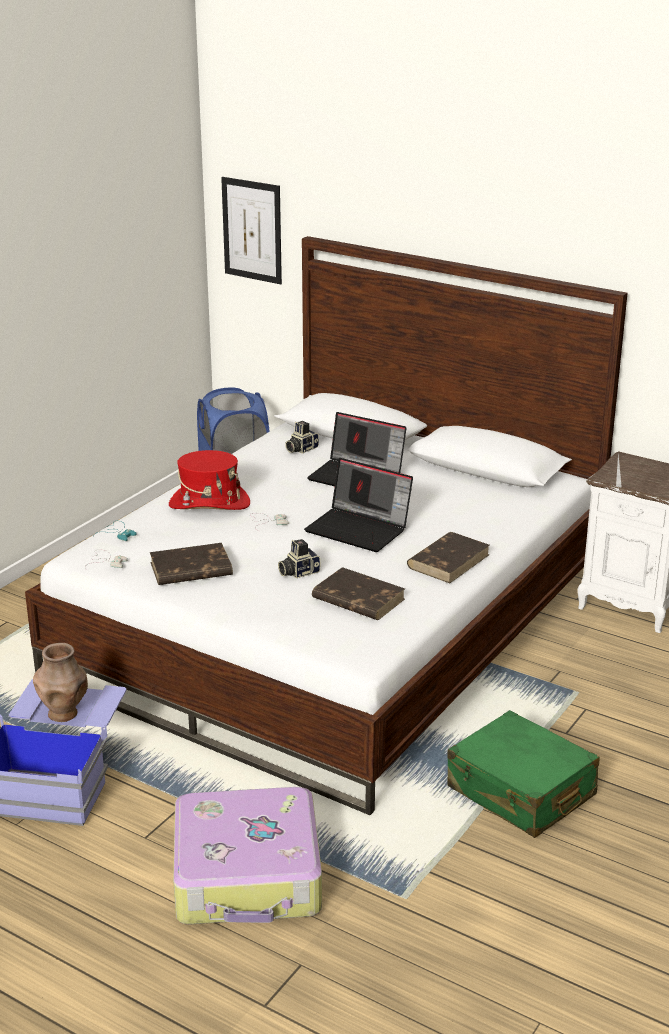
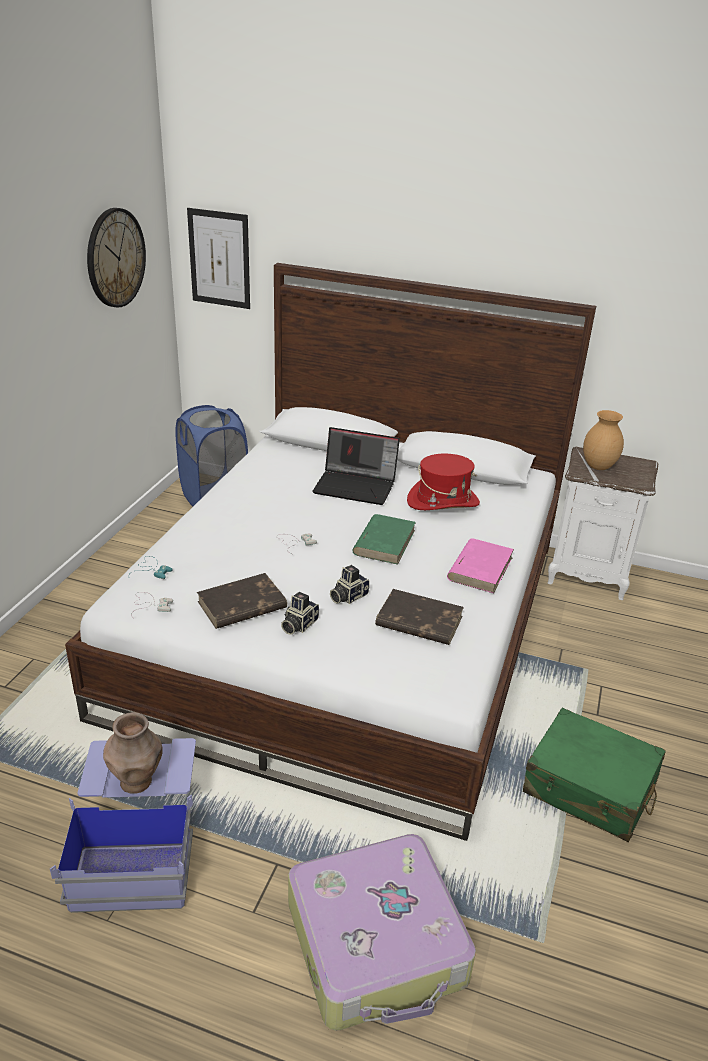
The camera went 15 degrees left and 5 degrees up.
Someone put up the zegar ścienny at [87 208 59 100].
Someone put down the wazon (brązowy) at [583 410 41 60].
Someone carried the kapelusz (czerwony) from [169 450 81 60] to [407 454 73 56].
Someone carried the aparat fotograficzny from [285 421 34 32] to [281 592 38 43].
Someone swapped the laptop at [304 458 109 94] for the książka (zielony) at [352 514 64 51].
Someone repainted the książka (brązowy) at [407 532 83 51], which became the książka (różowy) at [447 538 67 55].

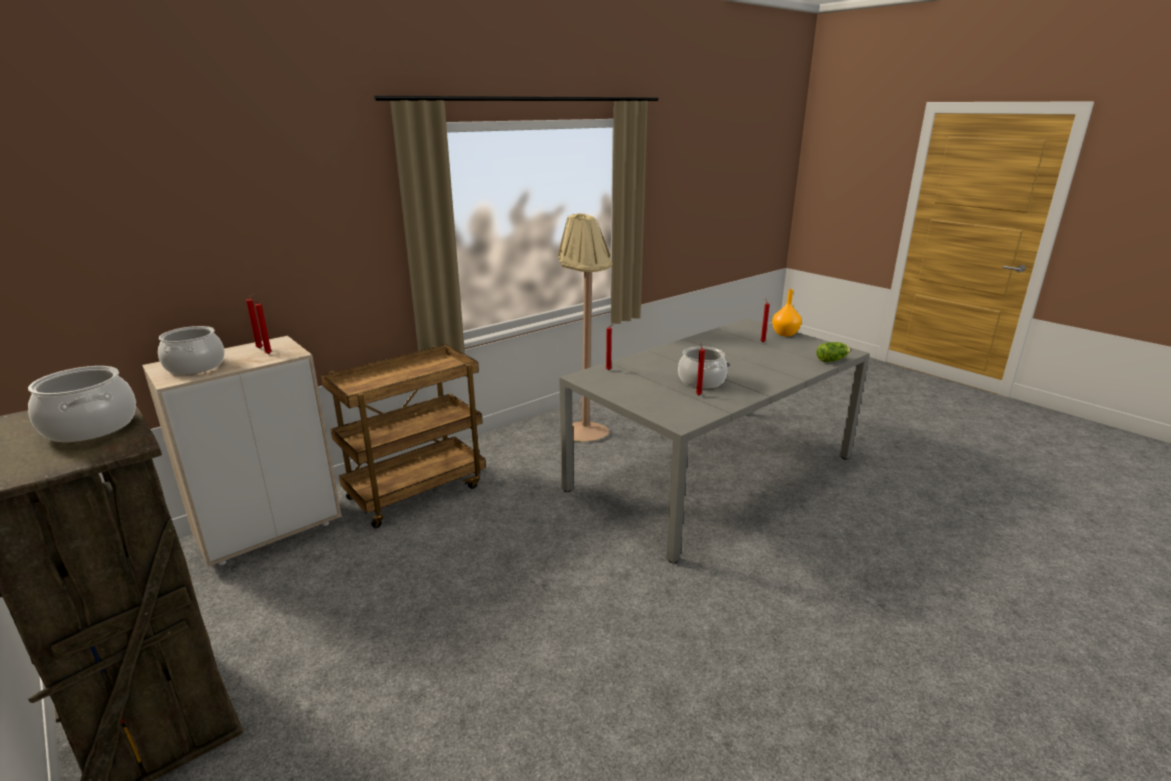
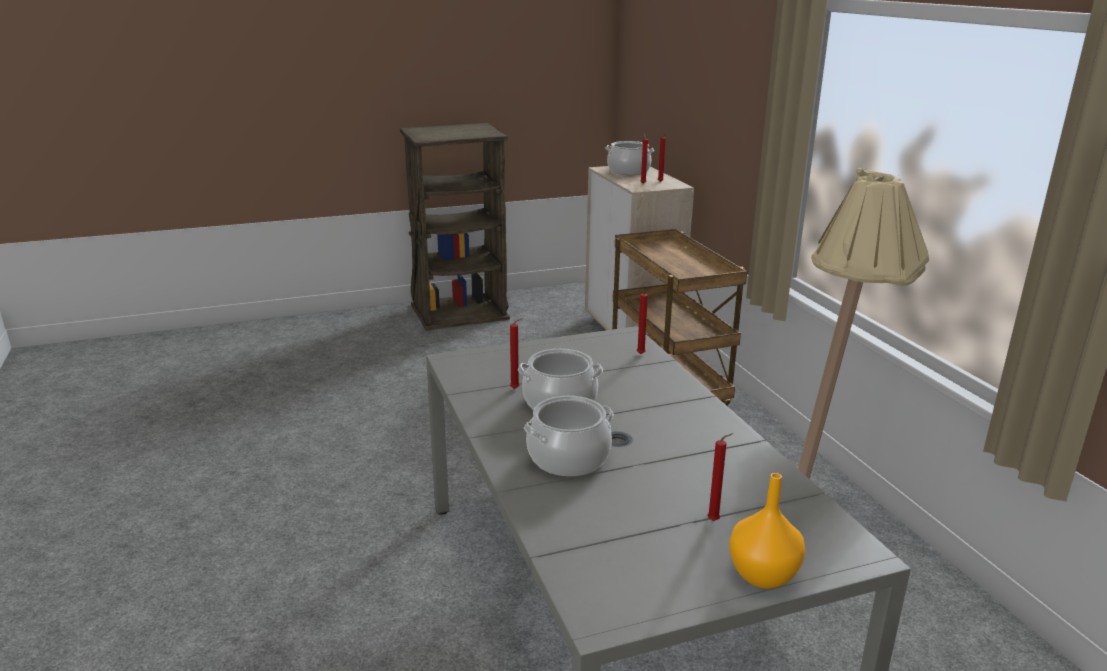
The camera went 110 degrees right and 0 degrees up.
Someone took away the sałata at [816 342 35 20].
Someone carried the garnek from [28 366 108 76] to [524 396 89 80].

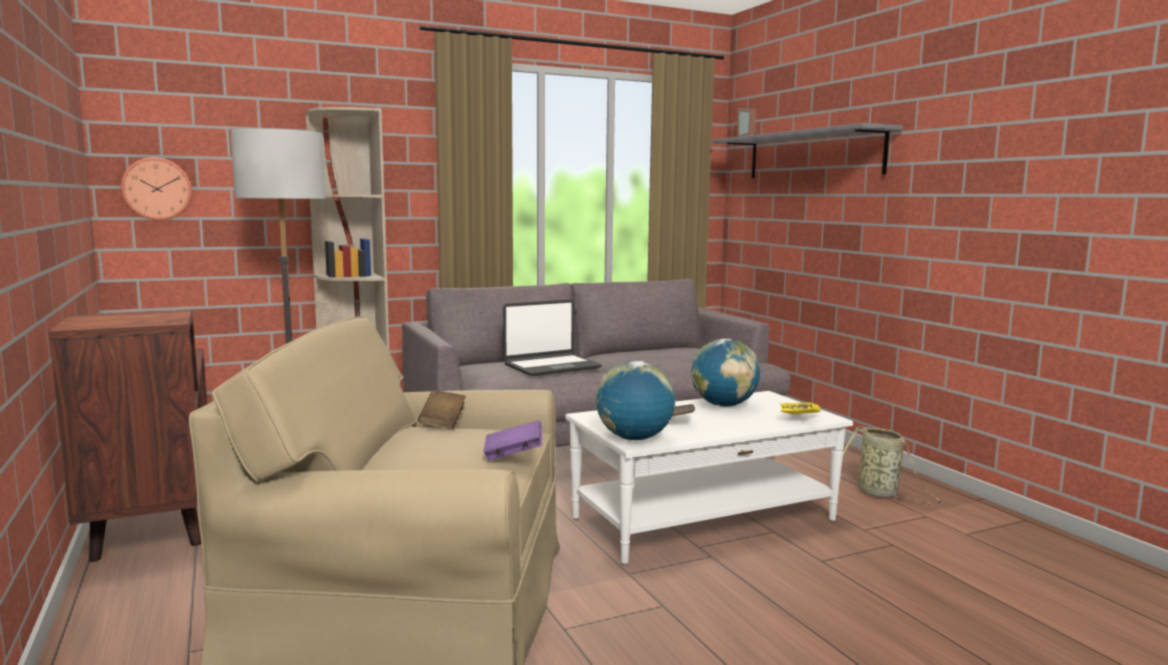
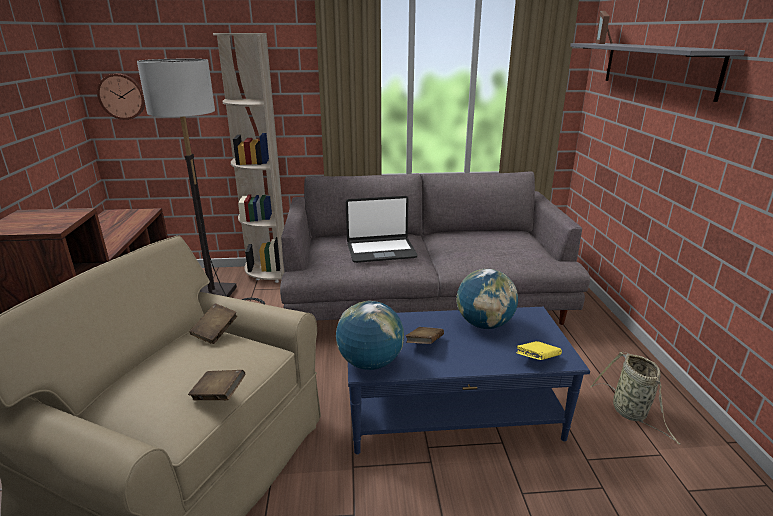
The camera went 20 degrees right and 15 degrees up.
Someone repainted the książka (fioletowy) at [483 420 60 41], which became the książka (brązowy) at [188 370 57 30].
Someone repainted the ława (biały) at [565 391 288 174], which became the ława (niebieski) at [348 307 242 148].

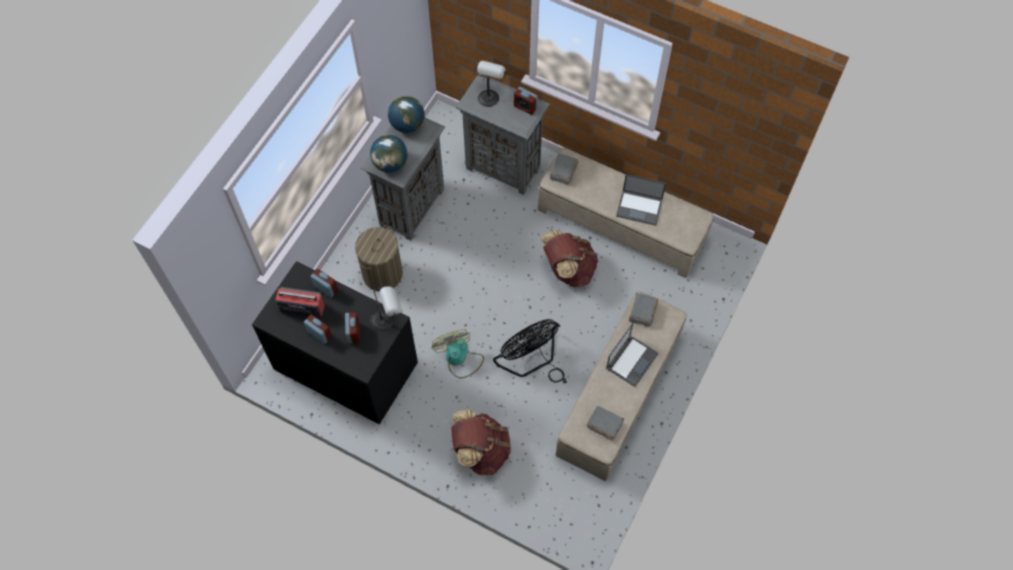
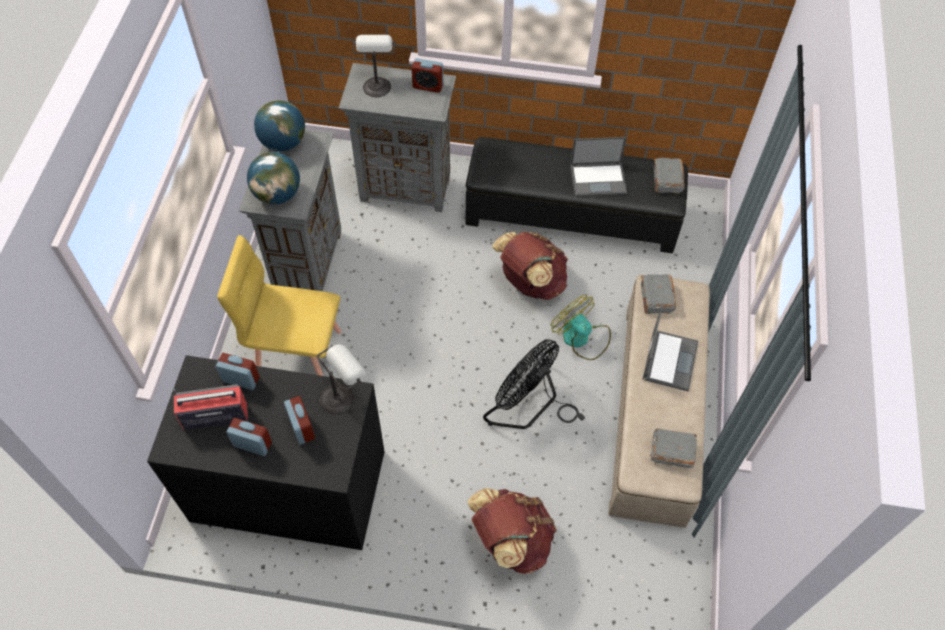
The camera went 20 degrees left and 5 degrees down.
Someone carried the wentylator from [432 329 52 50] to [550 294 61 66].
Someone carried the książka (szary) from [550 153 28 32] to [654 158 31 36].
Someone swapped the kosz na pranie at [355 225 48 66] for the krzesło (żółty) at [217 235 124 141].
Someone repainted the ławka (beżowy) at [538 148 176 130], which became the ławka (czarny) at [466 137 222 116].

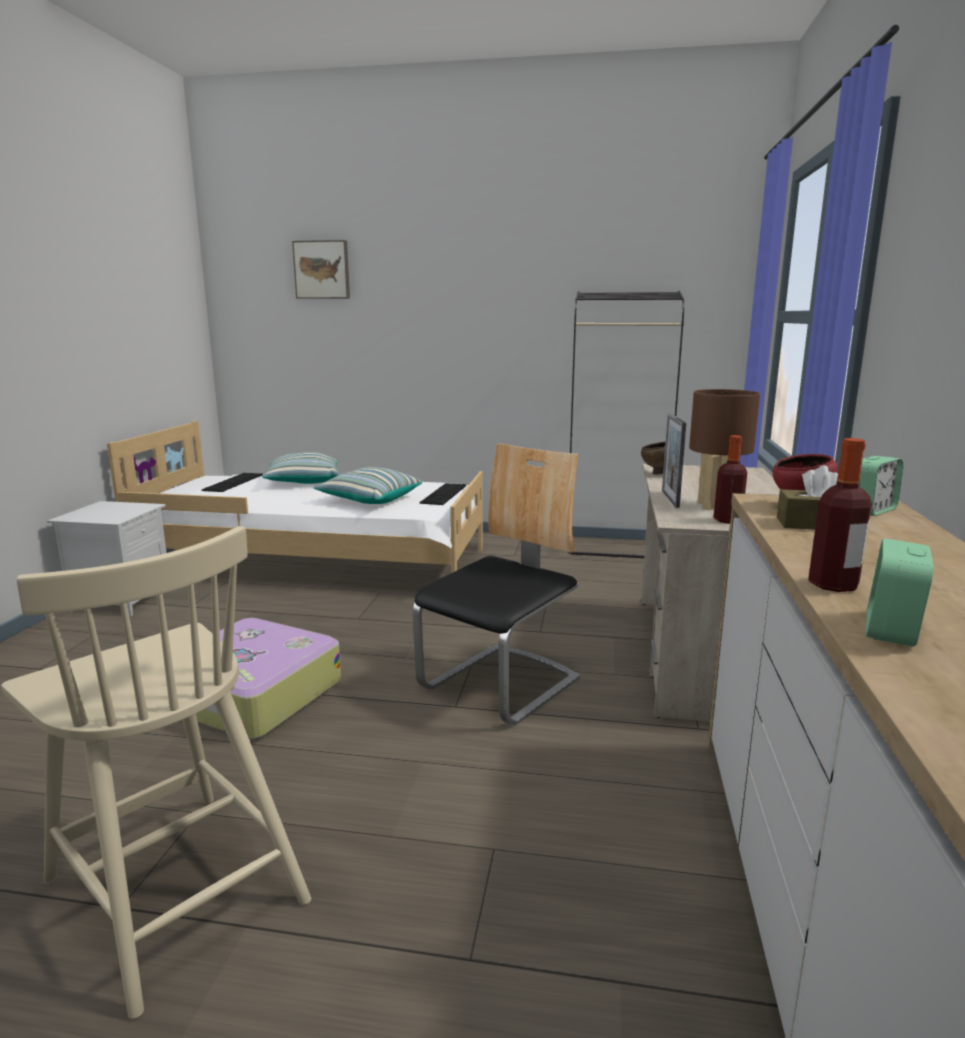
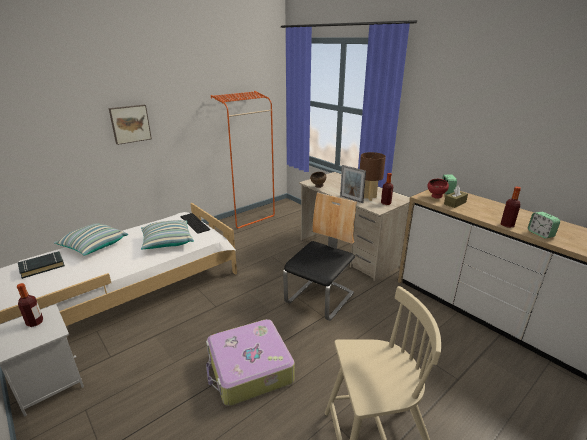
The camera went 50 degrees left and 10 degrees up.
Someone put down the butelka at [17 283 26 44].
Someone carried the obraz from [292 240 58 59] to [108 105 44 40].
Someone swapped the klawiatura at [201 473 62 19] for the książka (czarny) at [18 251 47 28].
Someone repainted the wieszak (czarny) at [568 291 116 267], which became the wieszak (pomarańczowy) at [211 91 64 137].
Someone rotated the krzesło at [413 443 167 282] by 45 degrees clockwise.

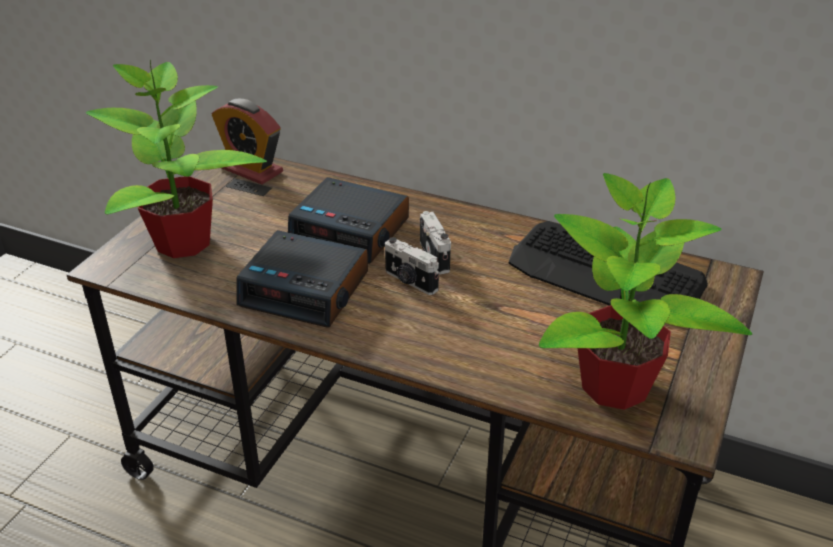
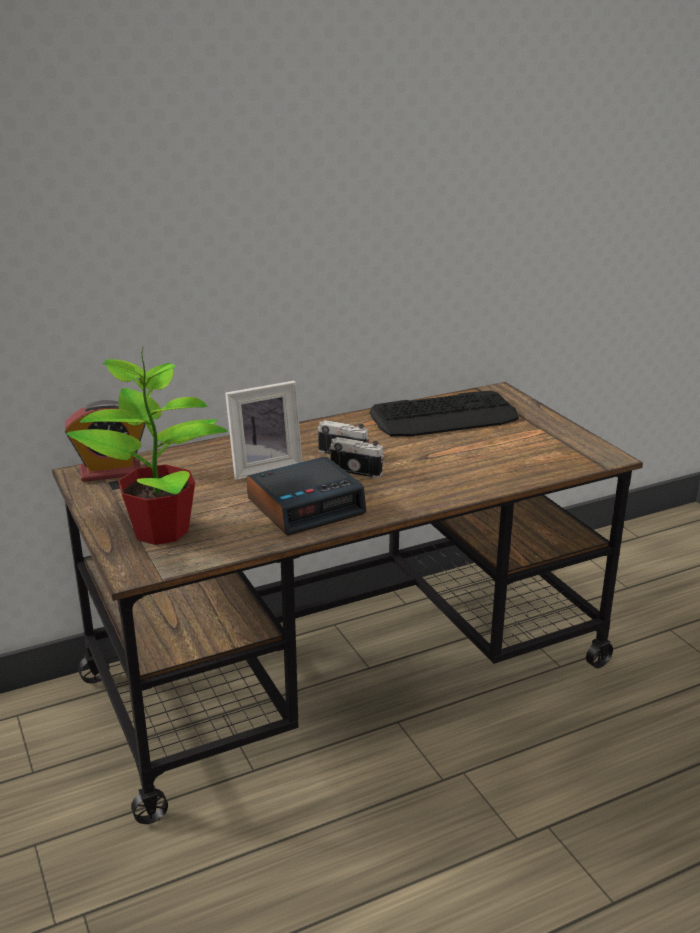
The camera went 50 degrees left and 10 degrees down.
Someone took away the roślina doniczkowa at [539 173 213 237].
Someone swapped the budzik at [288 177 121 87] for the ramka na zdjęcie at [225 381 77 99].
Someone rotated the aparat fotograficzny at [385 237 54 58] by 150 degrees counterclockwise.

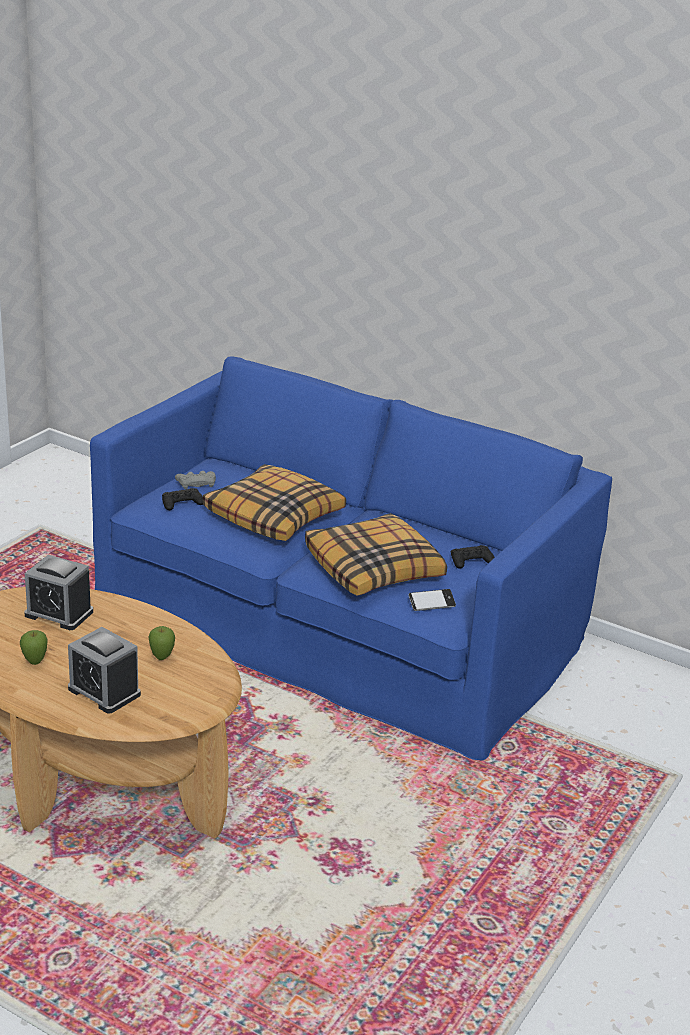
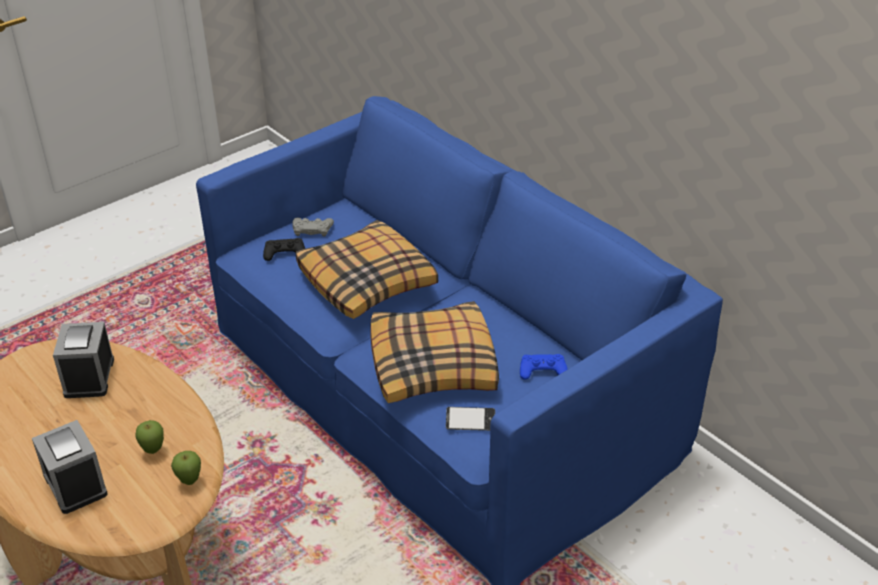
The camera went 20 degrees right and 10 degrees up.
Someone carried the jabłko from [20 630 27 35] to [171 451 30 34].
Someone repainted the pad do gier (czarny) at [451 545 44 24], which became the pad do gier (niebieski) at [520 354 48 25].
Someone rotated the budzik at [24 555 69 75] by 45 degrees clockwise.

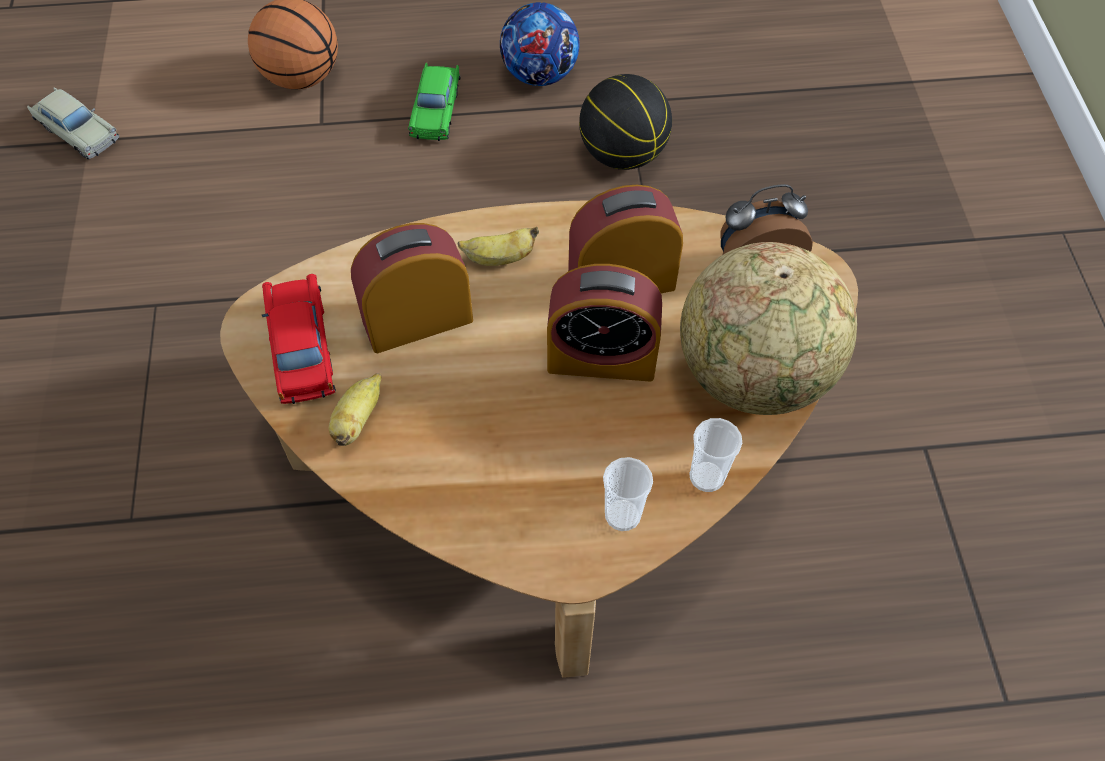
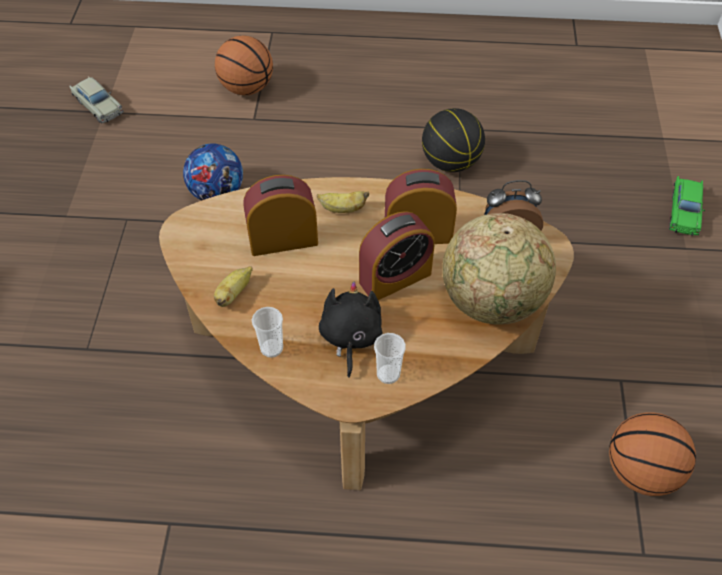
The camera went 10 degrees right and 5 degrees down.
Someone took away the samochodzik (czerwony) at [262 274 74 130].
Someone put down the pluszak (czarny) at [319 281 64 97].
Someone put down the piłka do koszykówki at [609 412 87 84].
Someone carried the samochodzik (zielony) from [408 62 52 79] to [669 176 36 60].
Someone carried the piłka futbolowa from [500 2 79 84] to [183 144 60 57].
Someone carried the filiżanka from [690 418 52 74] to [252 307 31 51].
Someone rotated the budzik at [547 264 115 118] by 45 degrees counterclockwise.

